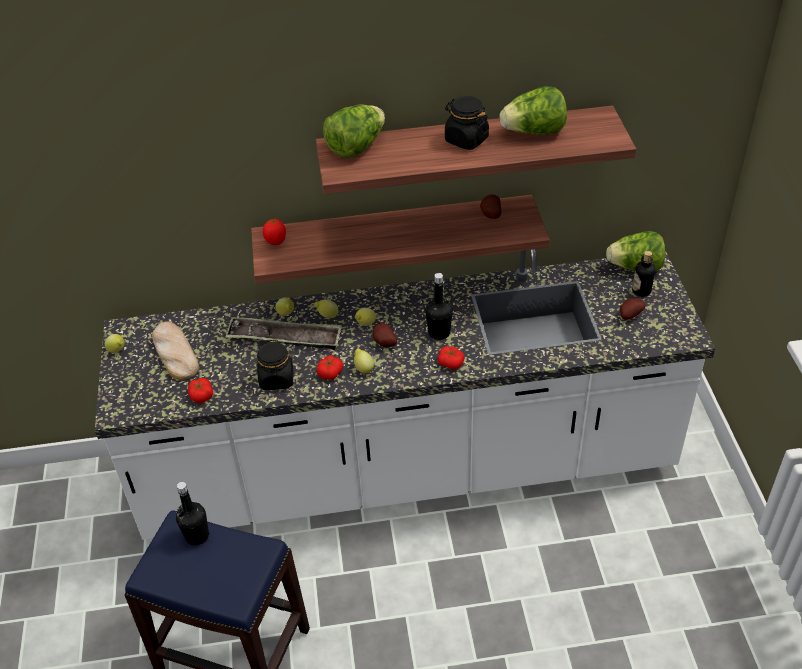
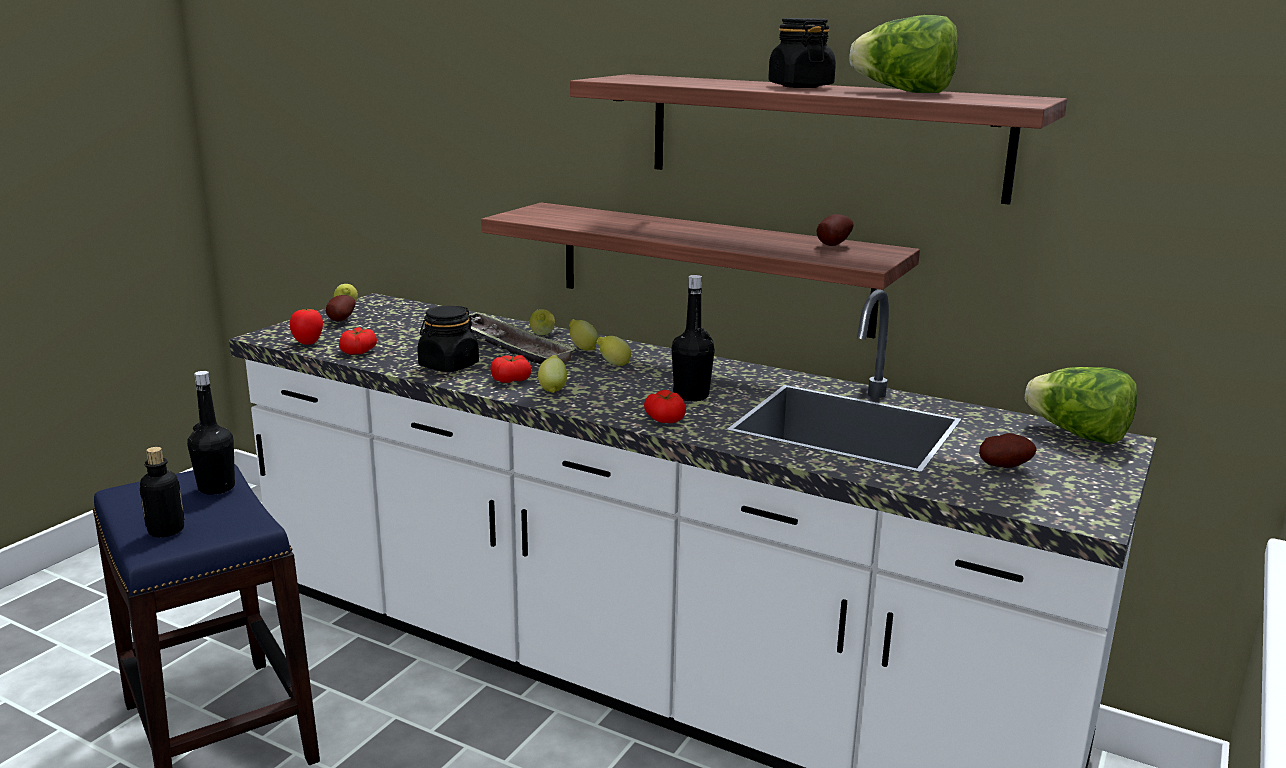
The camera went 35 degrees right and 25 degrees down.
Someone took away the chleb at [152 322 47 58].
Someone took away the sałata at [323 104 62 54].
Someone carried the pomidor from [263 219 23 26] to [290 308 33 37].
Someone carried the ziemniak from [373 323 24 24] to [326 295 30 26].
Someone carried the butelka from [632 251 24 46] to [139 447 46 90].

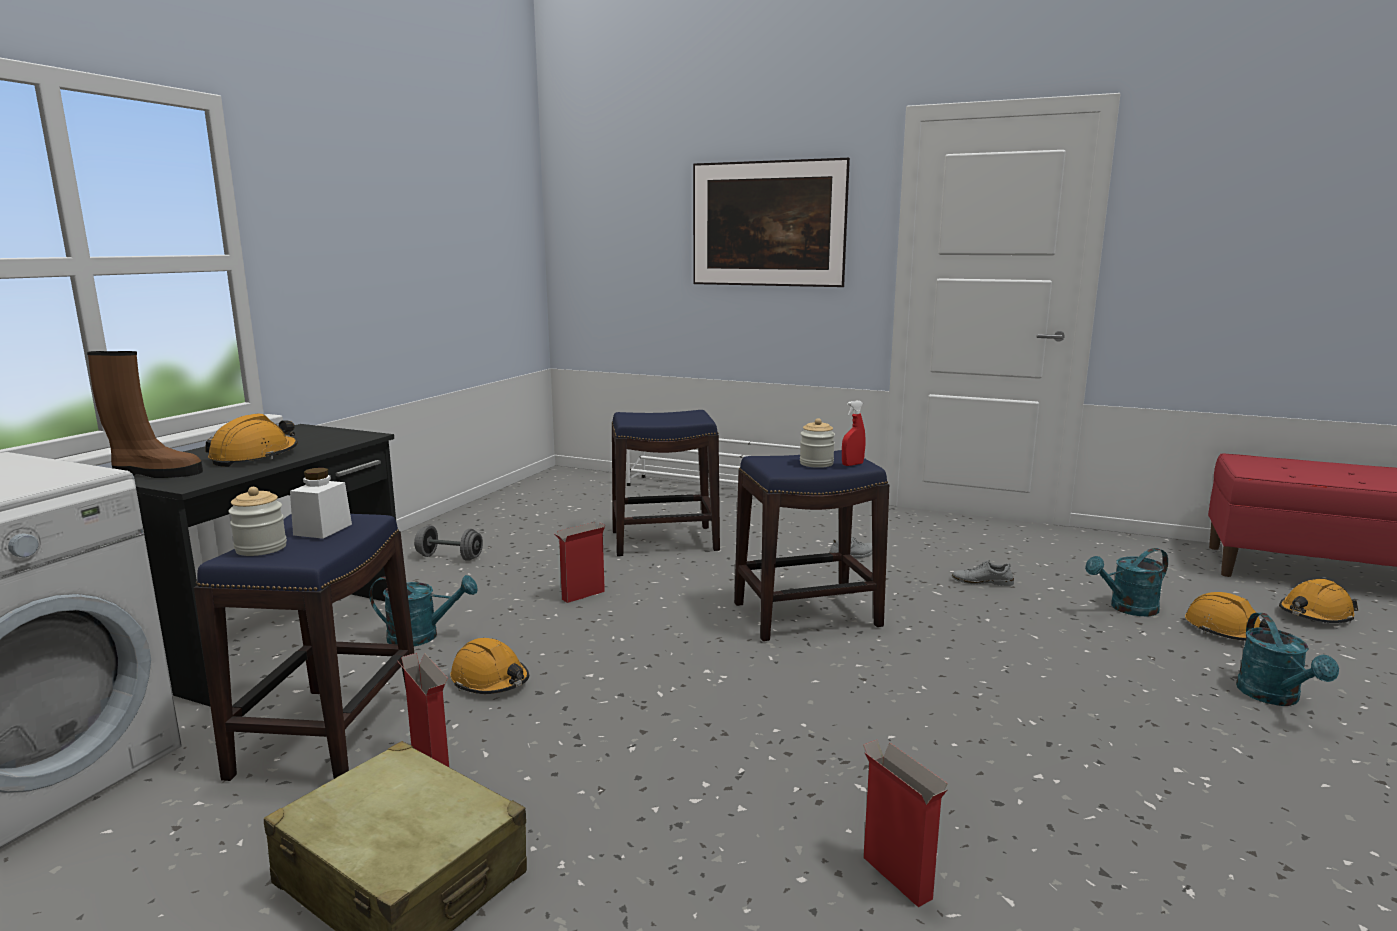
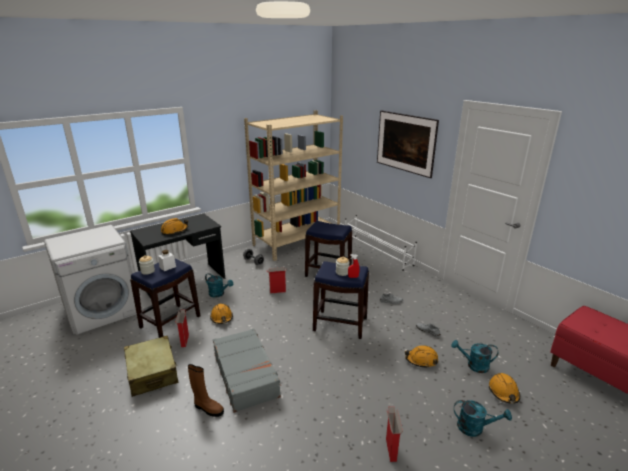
The camera went 30 degrees right and 10 degrees up.
Someone put down the walizka (szary) at [213 329 68 84].
Someone put down the regał (beżowy) at [244 110 99 151].
Someone carried the but z cholewką (brązowy) from [87 351 116 127] to [188 364 36 53].
Someone carried the karton from [863 740 85 167] to [386 407 17 55].
Someone carried the kask (pomarańczowy) from [1279 579 79 44] to [405 345 33 23].
Someone rotated the konewka (turkusowy) at [1236 613 103 93] by 105 degrees counterclockwise.

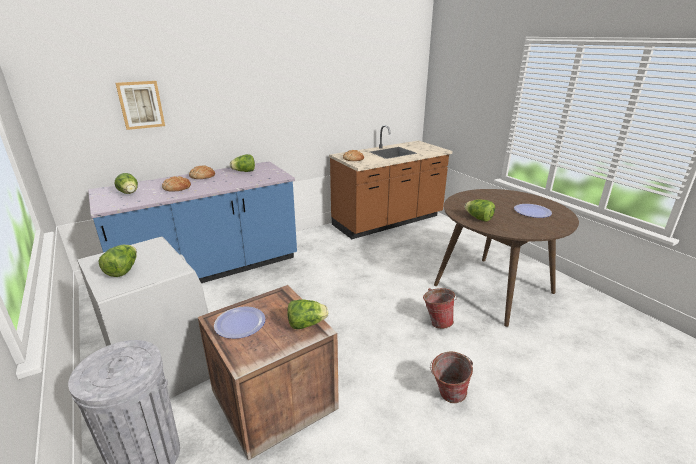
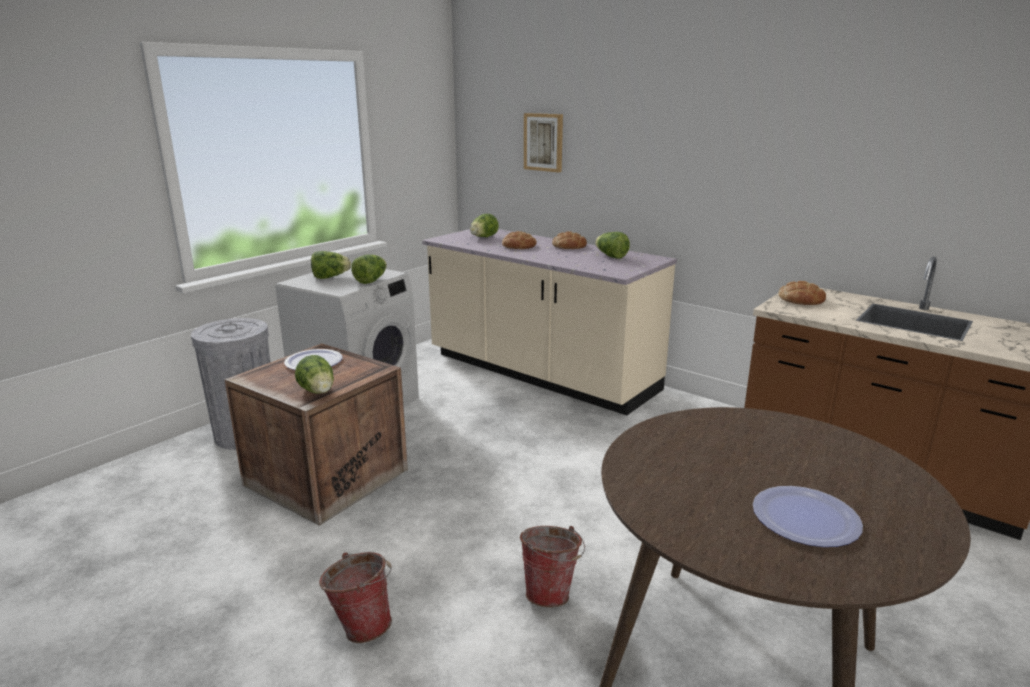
The camera went 70 degrees right and 5 degrees down.
Someone carried the sałata from [465 199 30 23] to [351 255 36 29].
Someone repainted the zabudowa kuchenna (niebieski) at [88 161 209 122], which became the zabudowa kuchenna (beżowy) at [422 229 255 186].

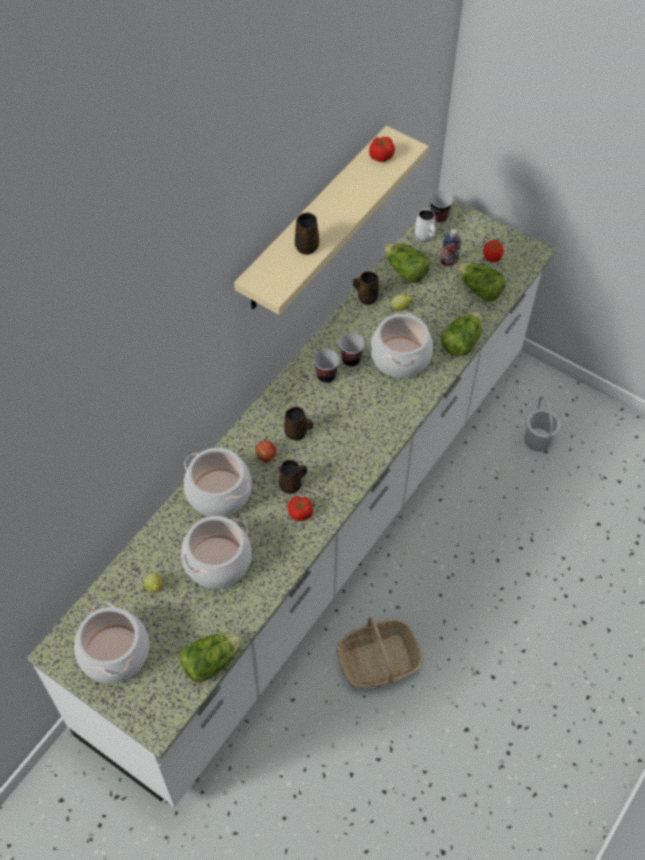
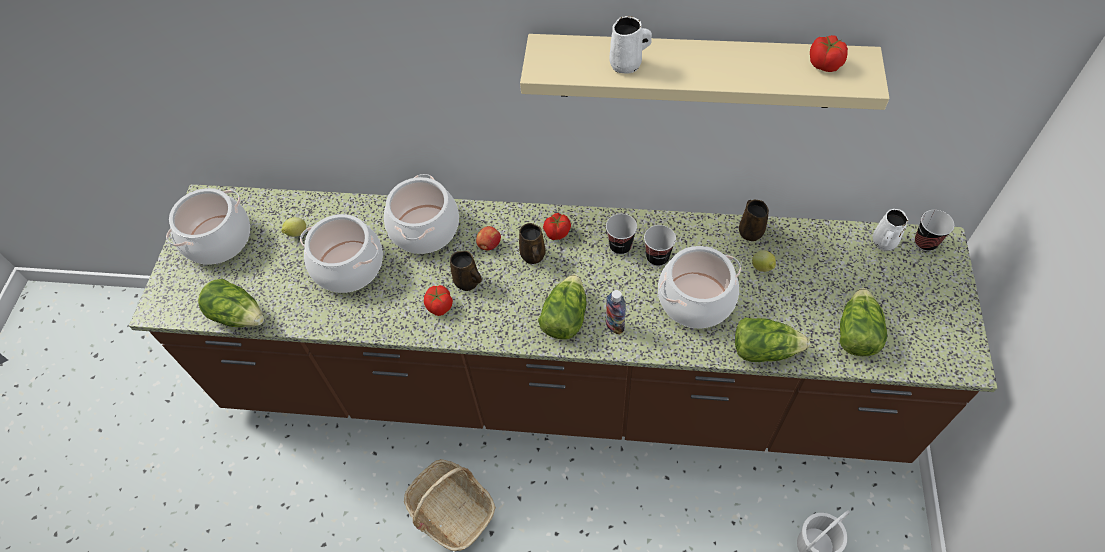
The camera went 65 degrees right and 0 degrees up.
Someone carried the sałata from [384 243 46 40] to [538 274 49 66].
Someone carried the butelka from [440 229 21 37] to [606 290 20 45].
Someone carried the pomidor from [483 240 21 22] to [543 213 28 27].
Someone repainted the zabudowa kuchenna (biały) at [27 199 529 609], which became the zabudowa kuchenna (brązowy) at [129 184 868 279].
Someone repainted the kubek (brązowy) at [295 212 24 43], which became the kubek (biały) at [609 16 43 58].

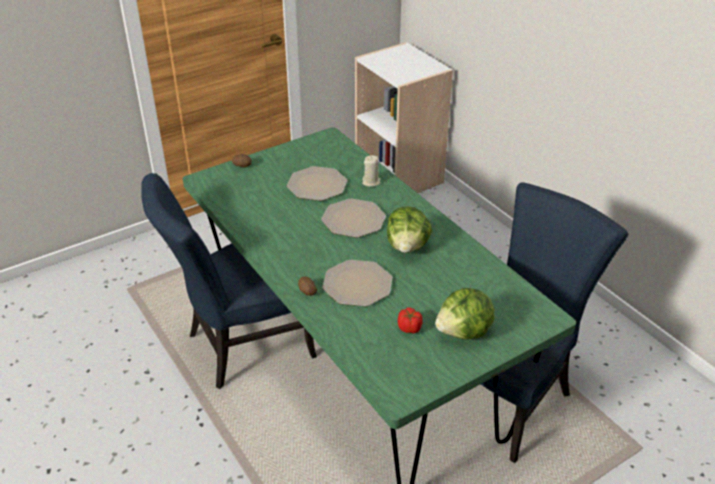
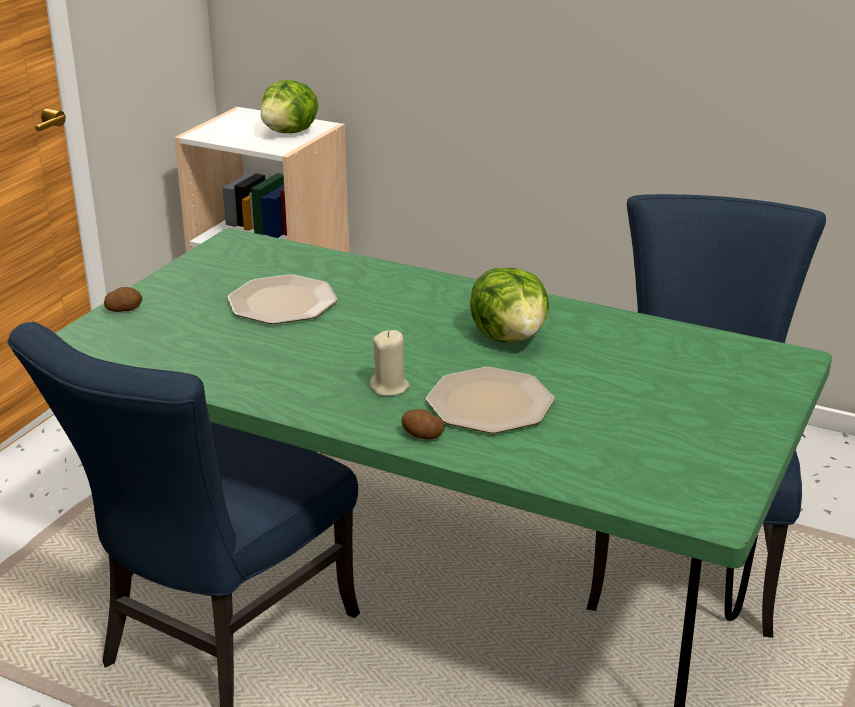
The camera went 30 degrees left and 10 degrees down.
Someone took away the talerz at [321 198 65 40].
Someone took away the pomidor at [398 307 25 27].
Someone carried the świeca (beżowy) from [362 155 19 32] to [370 330 40 66].
Someone carried the sałata from [435 288 60 52] to [261 80 57 53].

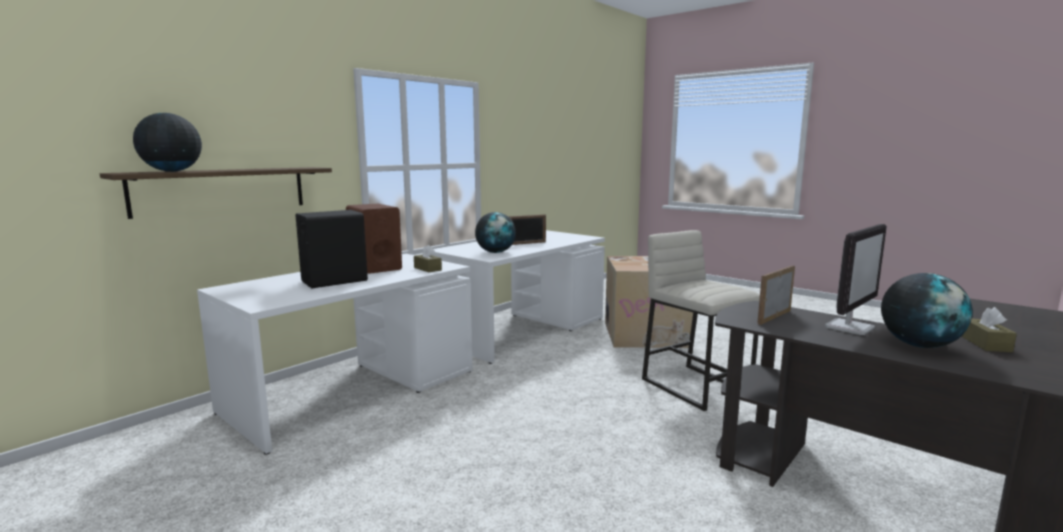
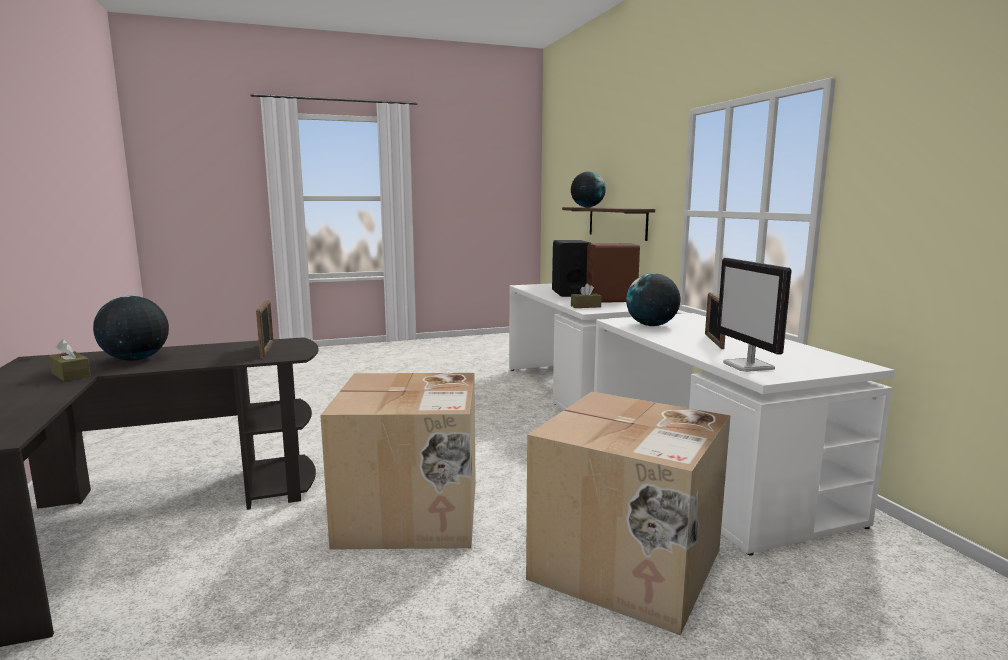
The camera went 120 degrees right and 0 degrees up.
Someone carried the monitor from [825 224 62 111] to [717 258 75 114].
Someone swapped the stołek (beżowy) at [642 230 118 181] for the karton at [320 373 156 177].

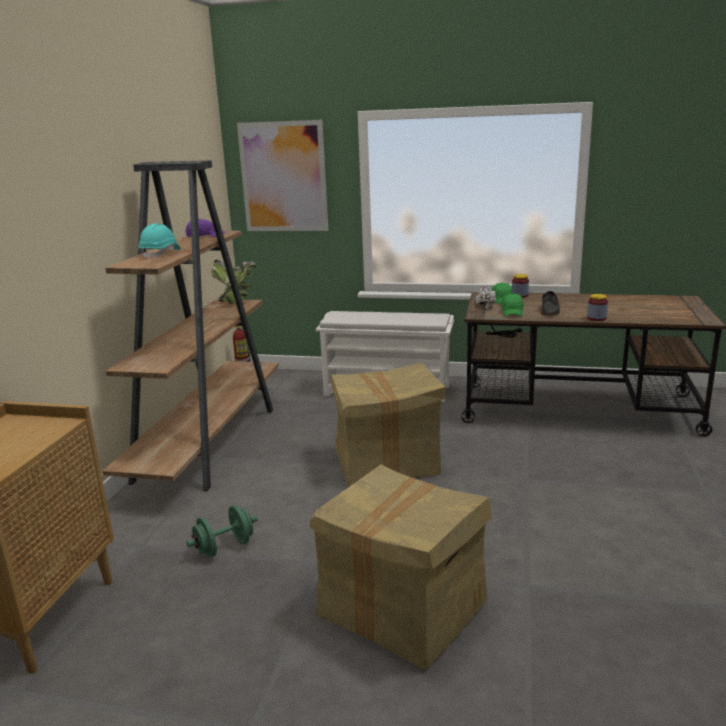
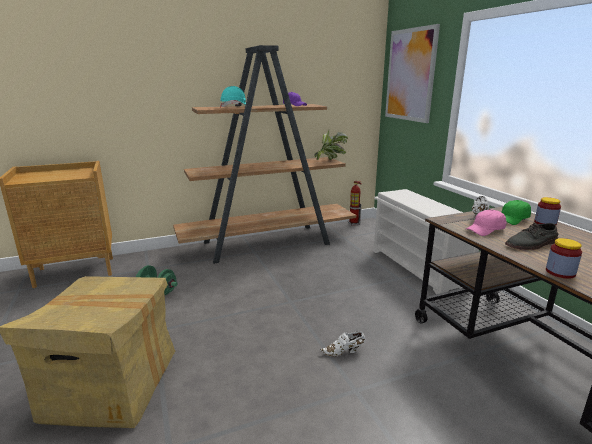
The camera went 55 degrees right and 0 degrees up.
Someone took away the karton at [330 363 116 124].
Someone put down the but (biały) at [320 331 45 26].
Someone repainted the czapka z daszkiem (zielony) at [502 294 22 22], which became the czapka z daszkiem (różowy) at [466 210 40 26].

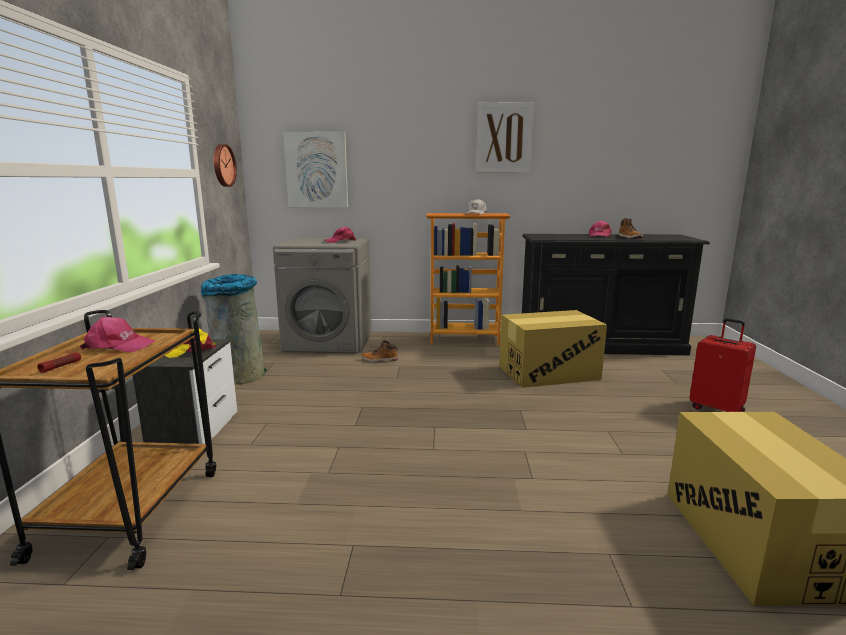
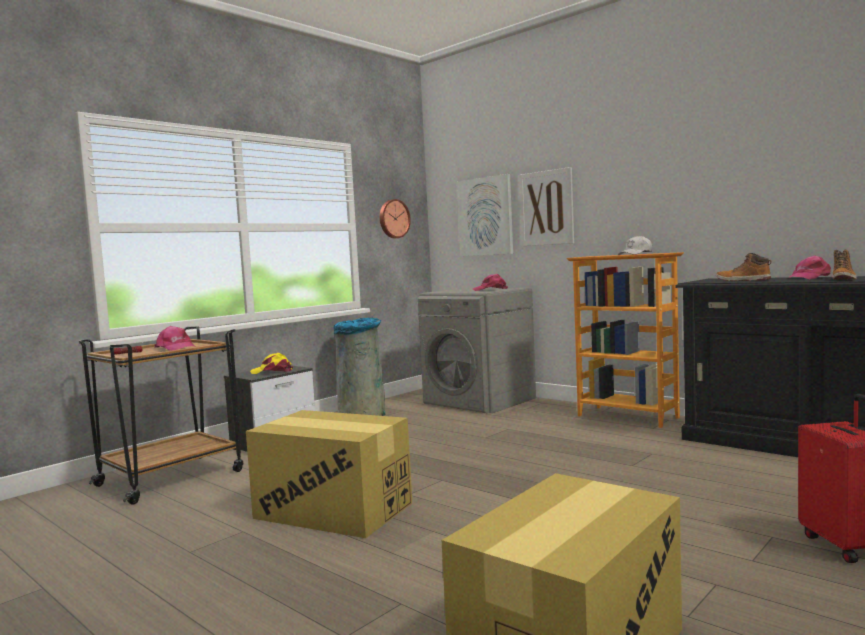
The camera went 40 degrees right and 10 degrees down.
Someone carried the but z cholewką from [361 340 37 22] to [716 253 55 28].
Someone carried the obraz from [476 102 58 71] to [519 167 55 79].
Someone carried the karton from [499 310 108 78] to [246 410 166 128].

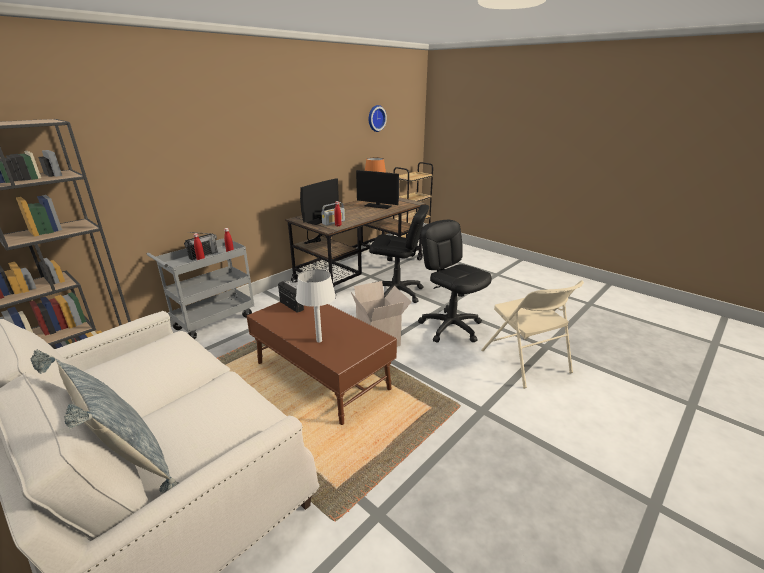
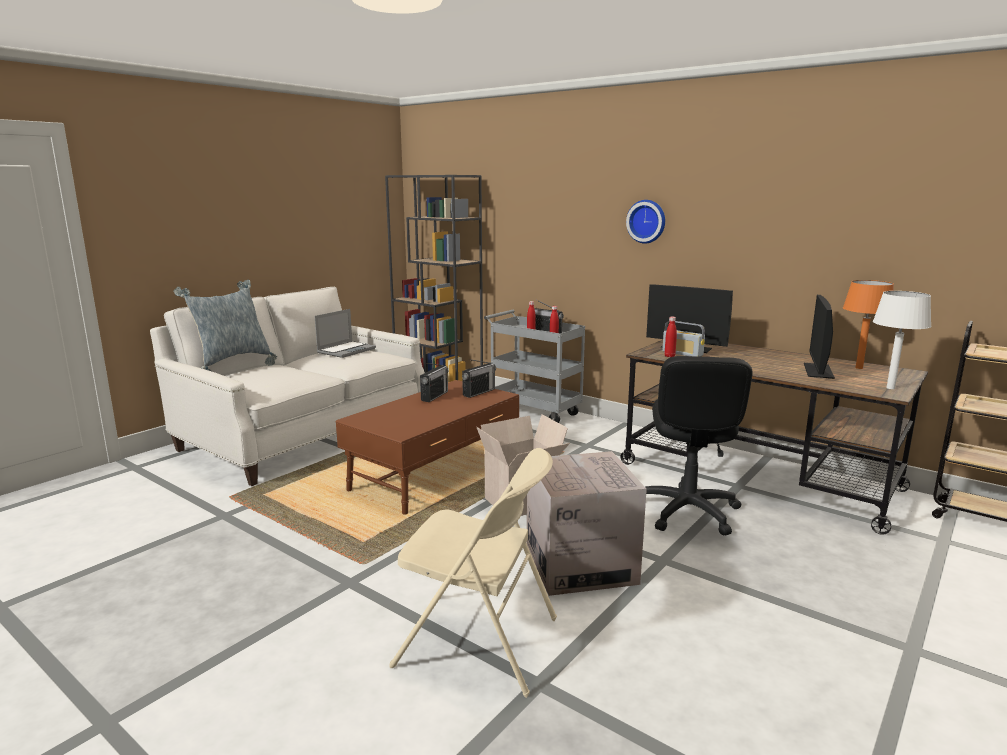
The camera went 85 degrees right and 10 degrees down.
Someone put down the laptop at [315 309 61 49].
Someone put down the radio at [420 363 29 39].
Someone carried the lampa stołowa (biały) from [296 269 40 73] to [873 291 58 98].
Someone carried the zegar ścienny from [369 105 18 27] to [626 200 39 44].
Someone swapped the krzesło biurowe (czarny) at [418 220 74 122] for the karton at [527 451 120 145].
Someone rotated the krzesło (beżowy) at [481 280 103 109] by 135 degrees counterclockwise.

